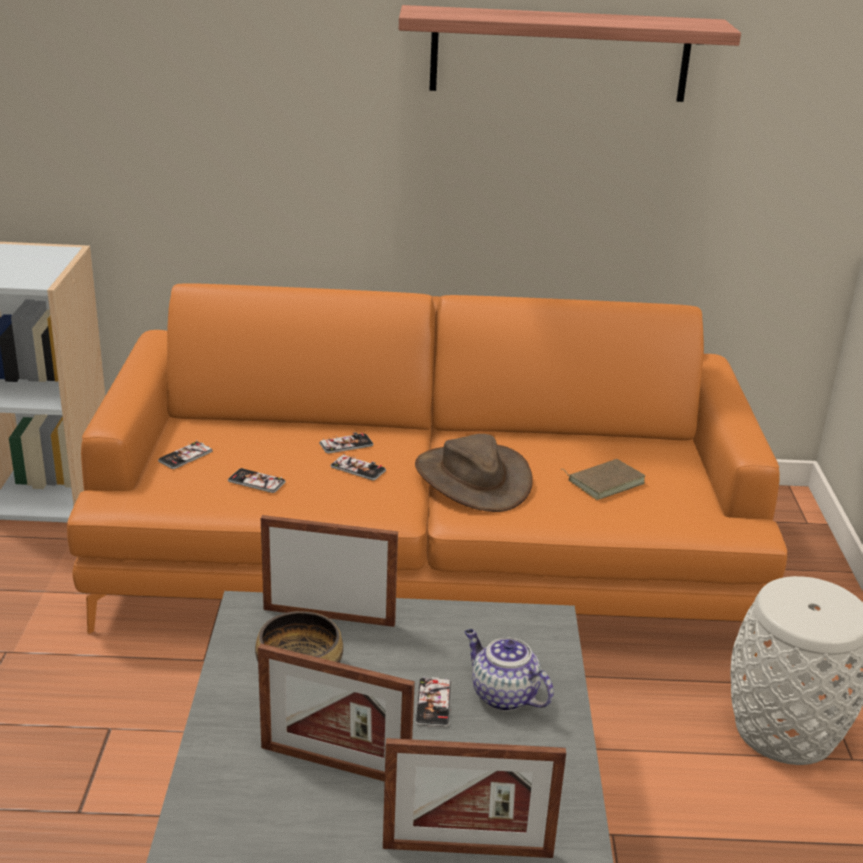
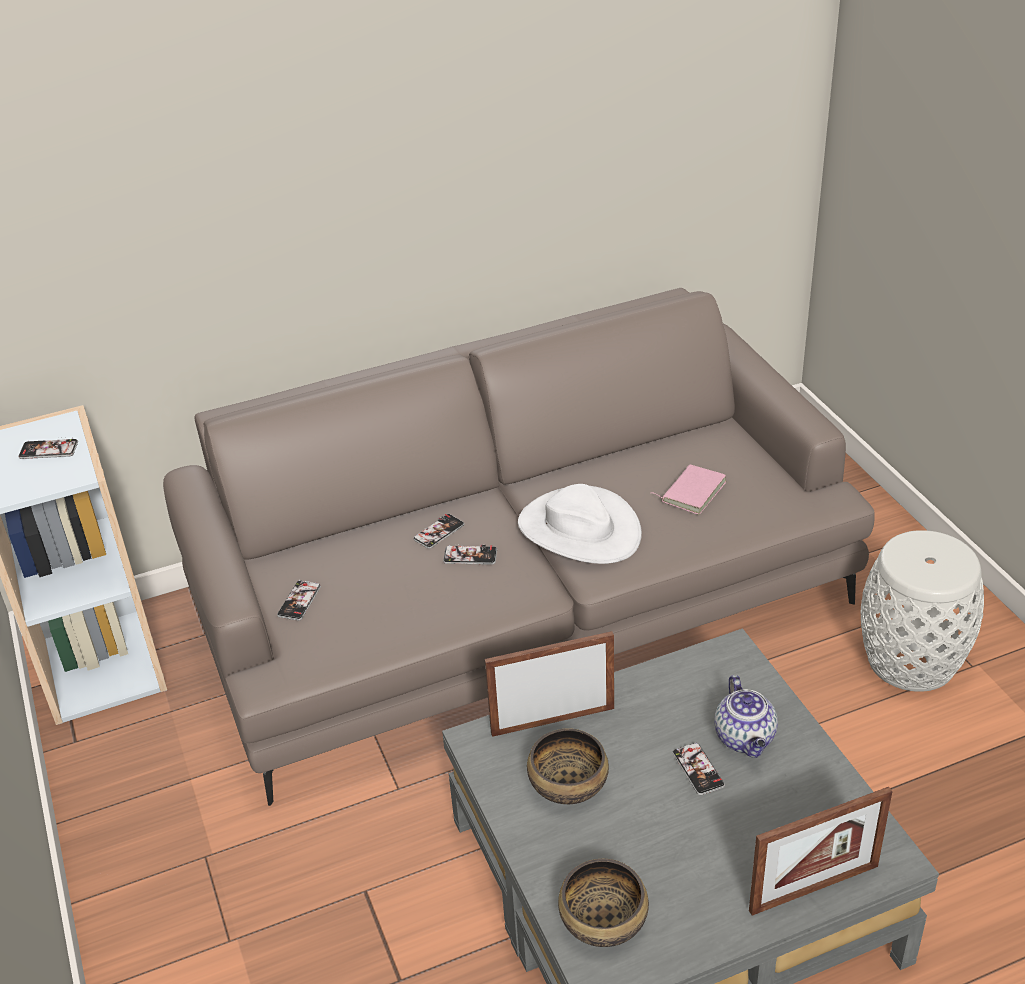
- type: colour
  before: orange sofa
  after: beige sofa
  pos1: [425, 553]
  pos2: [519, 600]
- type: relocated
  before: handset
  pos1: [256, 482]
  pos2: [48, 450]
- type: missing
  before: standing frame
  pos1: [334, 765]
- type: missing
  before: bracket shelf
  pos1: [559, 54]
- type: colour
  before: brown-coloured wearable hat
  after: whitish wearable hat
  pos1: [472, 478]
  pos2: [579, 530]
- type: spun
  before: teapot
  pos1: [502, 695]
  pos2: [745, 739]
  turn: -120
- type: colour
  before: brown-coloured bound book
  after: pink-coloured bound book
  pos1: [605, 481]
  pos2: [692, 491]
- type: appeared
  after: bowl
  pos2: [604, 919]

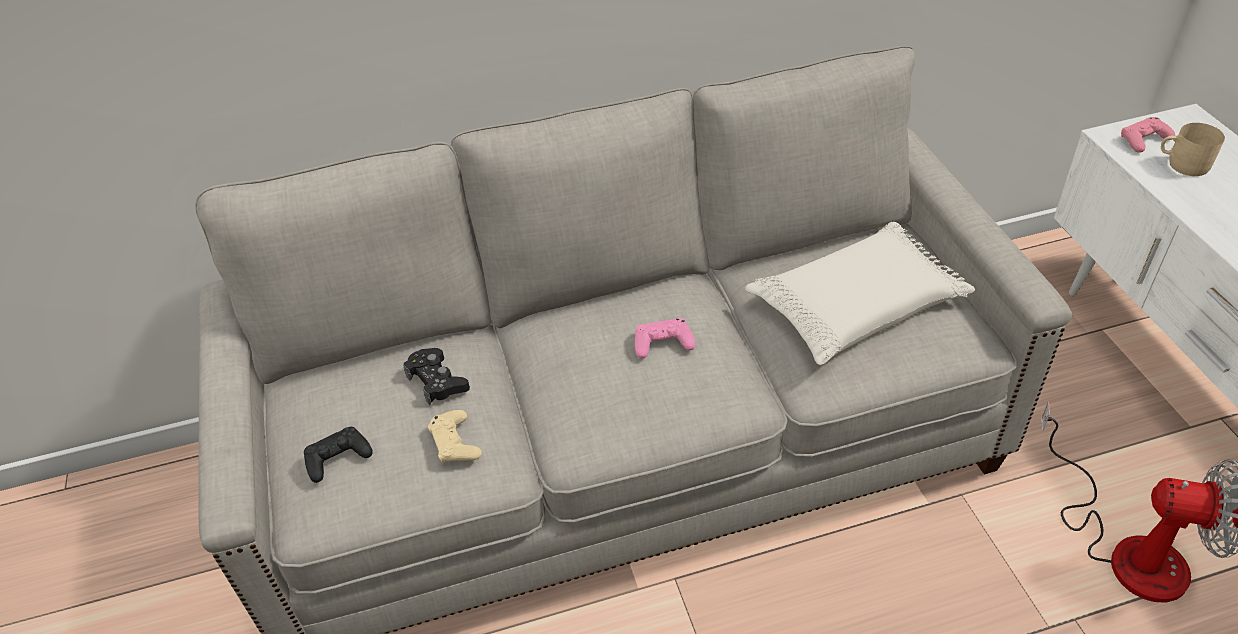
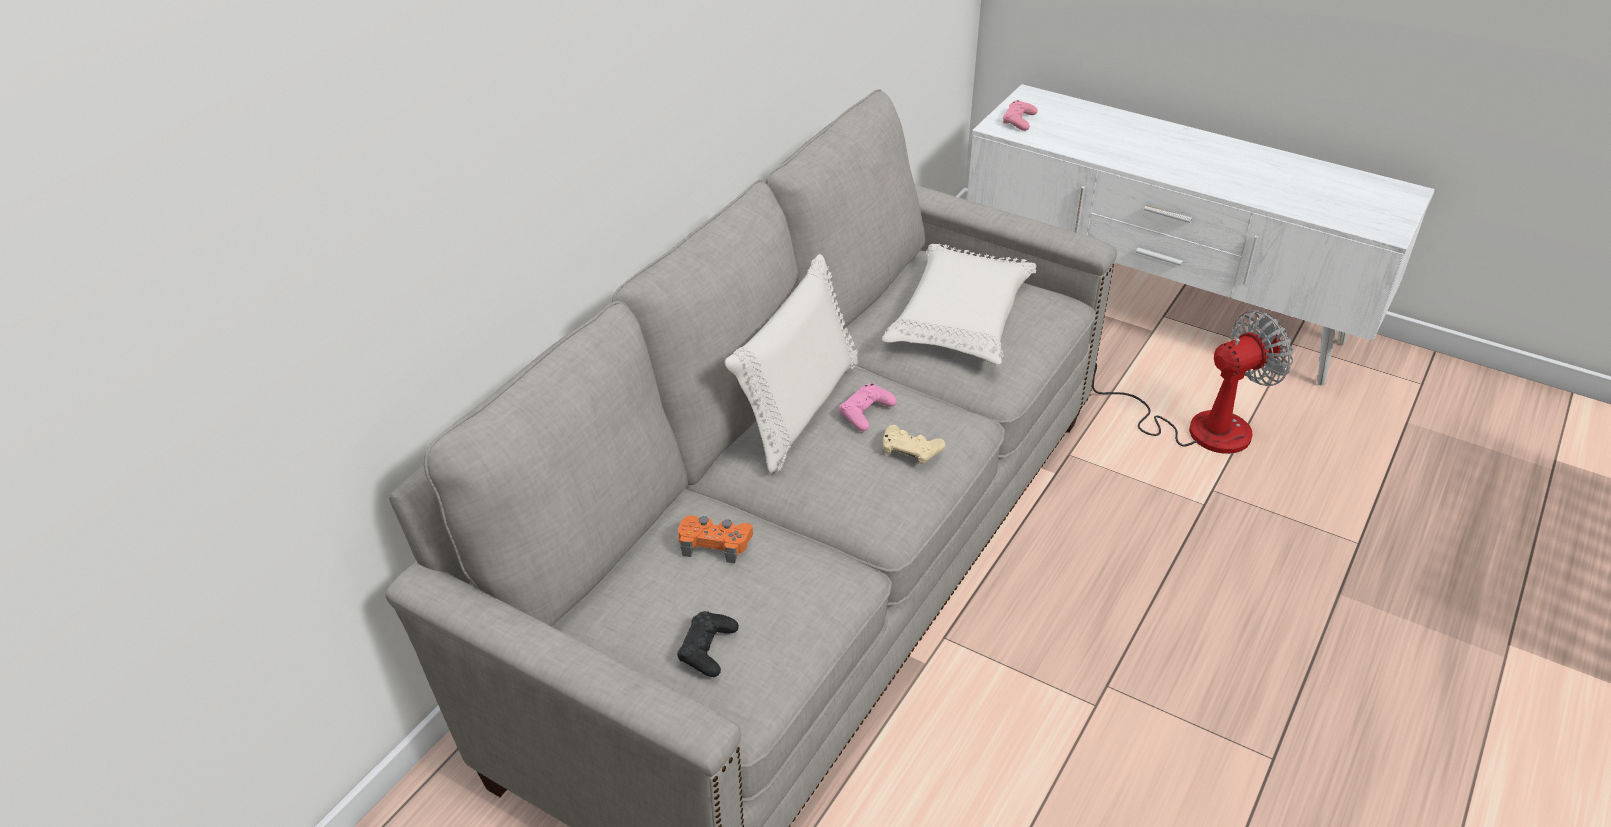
- type: colour
  before: blackish game controller
  after: orange game controller
  pos1: [437, 381]
  pos2: [715, 543]
- type: relocated
  before: beige game controller
  pos1: [455, 443]
  pos2: [911, 450]
- type: missing
  before: beige coffee mug
  pos1: [1182, 164]
- type: appeared
  after: whitish pillow
  pos2: [797, 409]

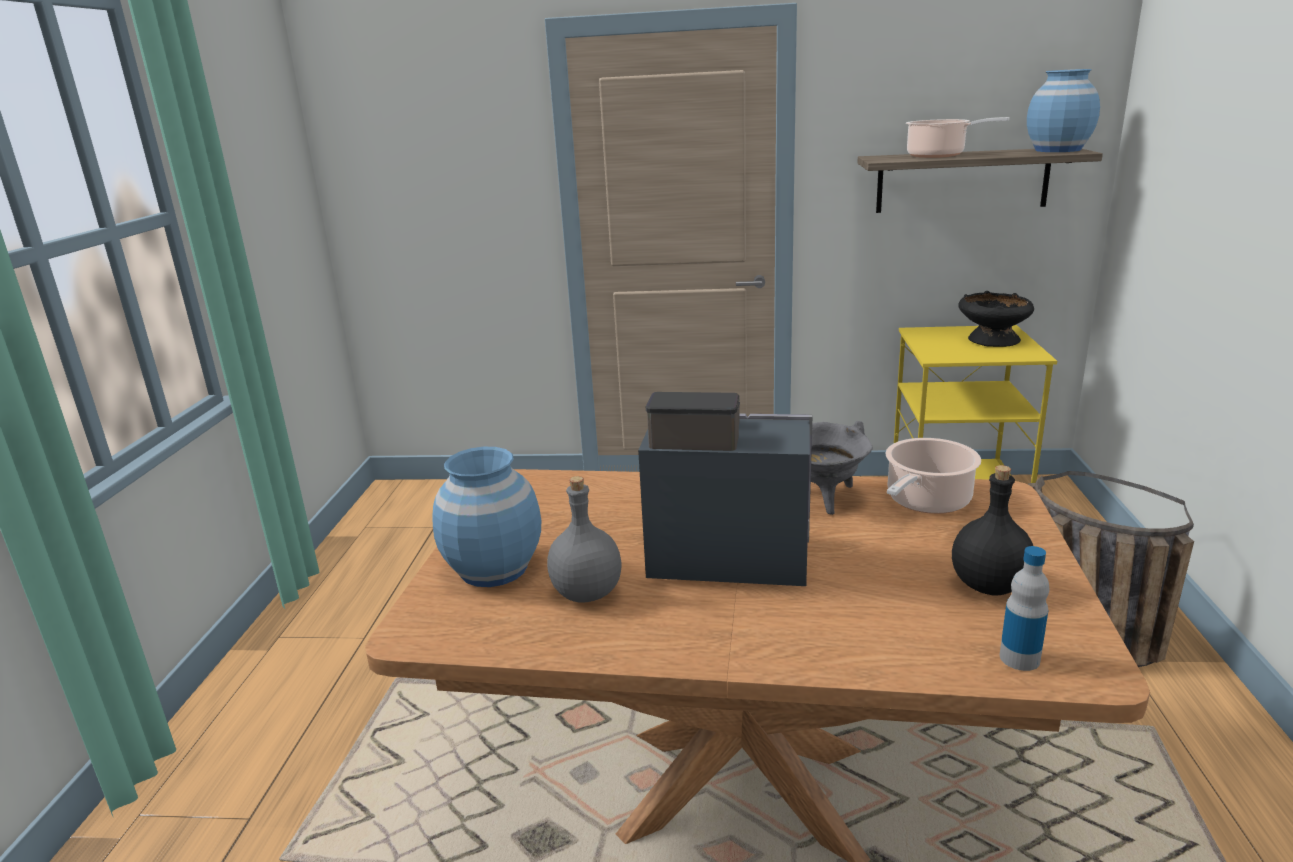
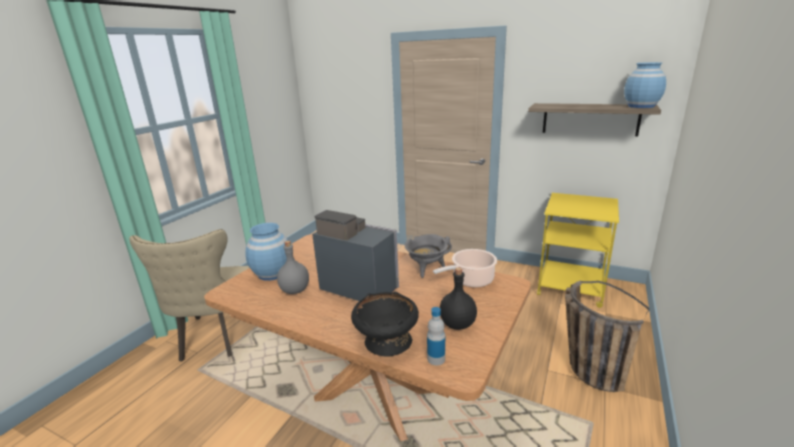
- type: missing
  before: saucepot
  pos1: [939, 156]
- type: relocated
  before: blackish bowl
  pos1: [992, 340]
  pos2: [386, 341]
- type: appeared
  after: beige chair
  pos2: [216, 337]

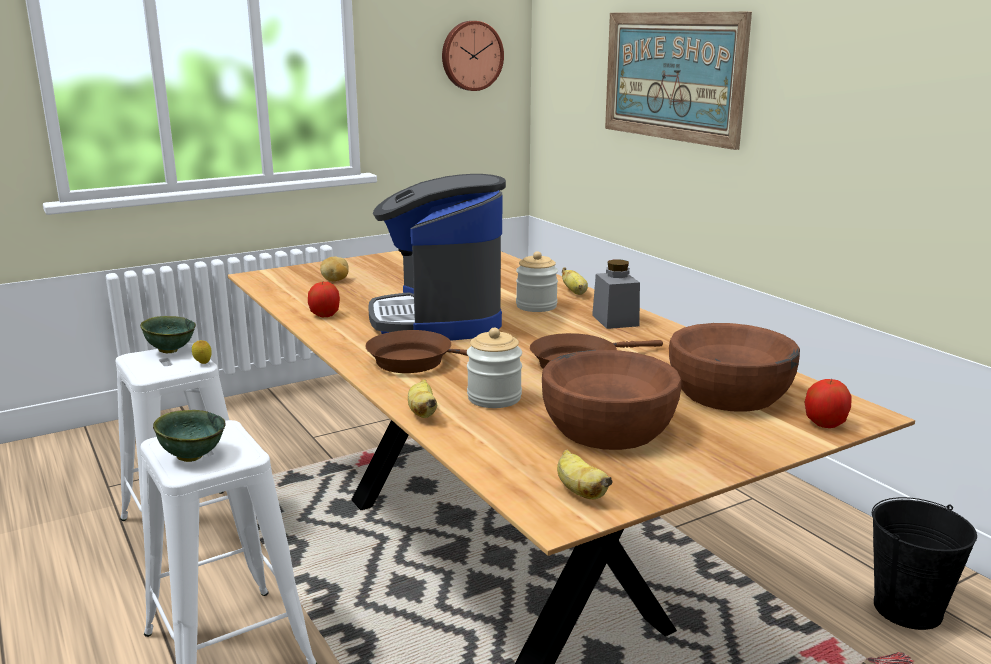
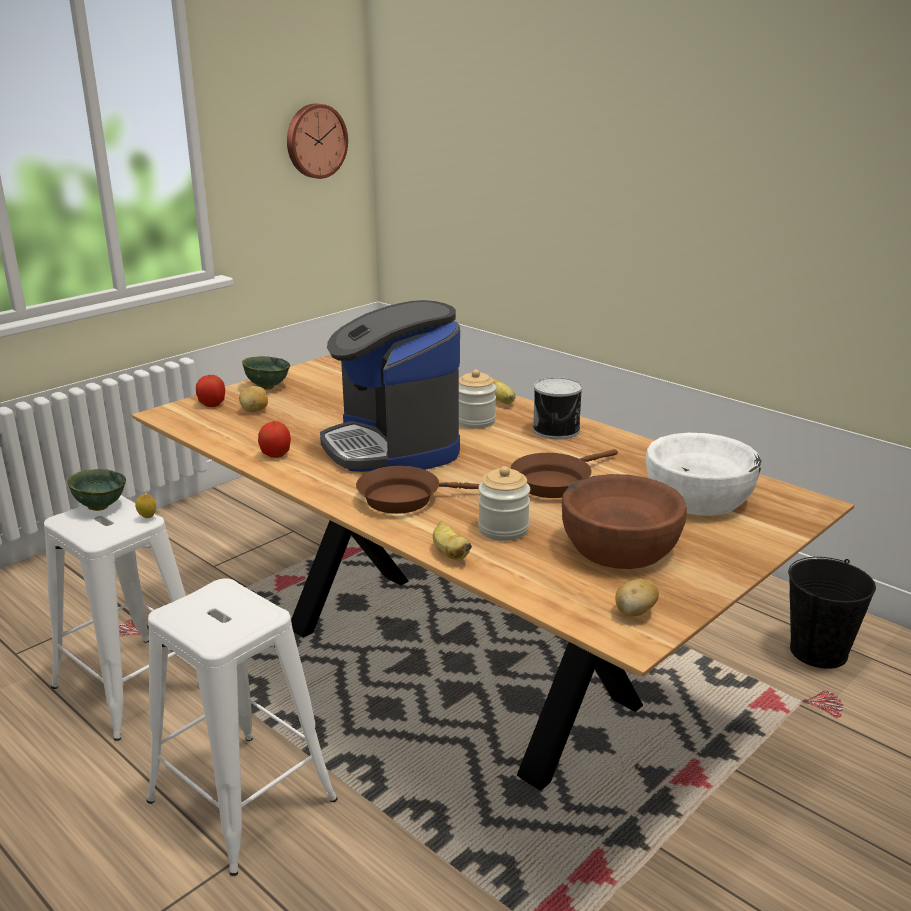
- type: relocated
  before: green-coloured bowl
  pos1: [192, 456]
  pos2: [267, 387]
- type: exchanged
  before: banana
  after: potato
  pos1: [579, 491]
  pos2: [635, 613]
- type: exchanged
  before: grey jar
  after: can
  pos1: [615, 320]
  pos2: [557, 430]
- type: missing
  before: wall art
  pos1: [672, 76]
- type: colour
  before: brown-coloured bowl
  after: whitish bowl
  pos1: [729, 393]
  pos2: [699, 497]
- type: relocated
  before: whole apple
  pos1: [825, 424]
  pos2: [212, 404]

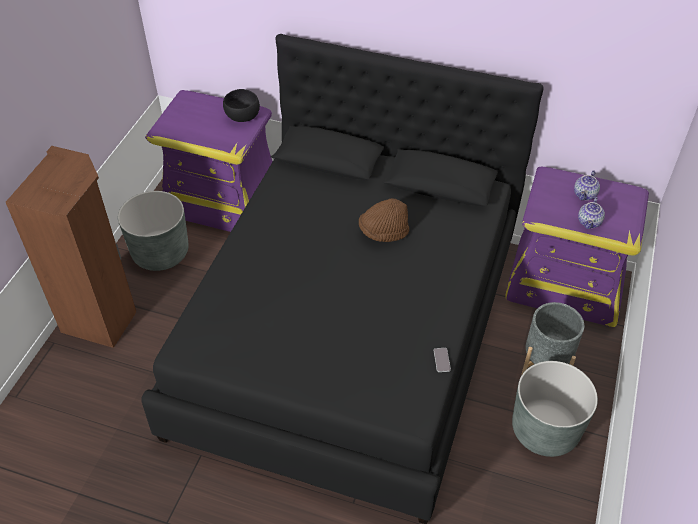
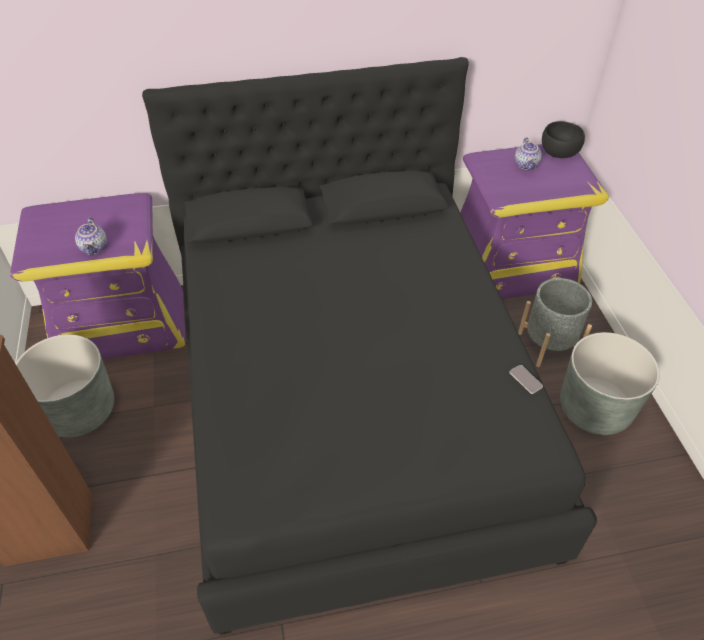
- type: relocated
  before: blackish bowl
  pos1: [243, 116]
  pos2: [559, 152]
- type: missing
  before: brown-coloured wearable hat
  pos1: [383, 232]
- type: relocated
  before: teapot
  pos1: [589, 222]
  pos2: [95, 248]

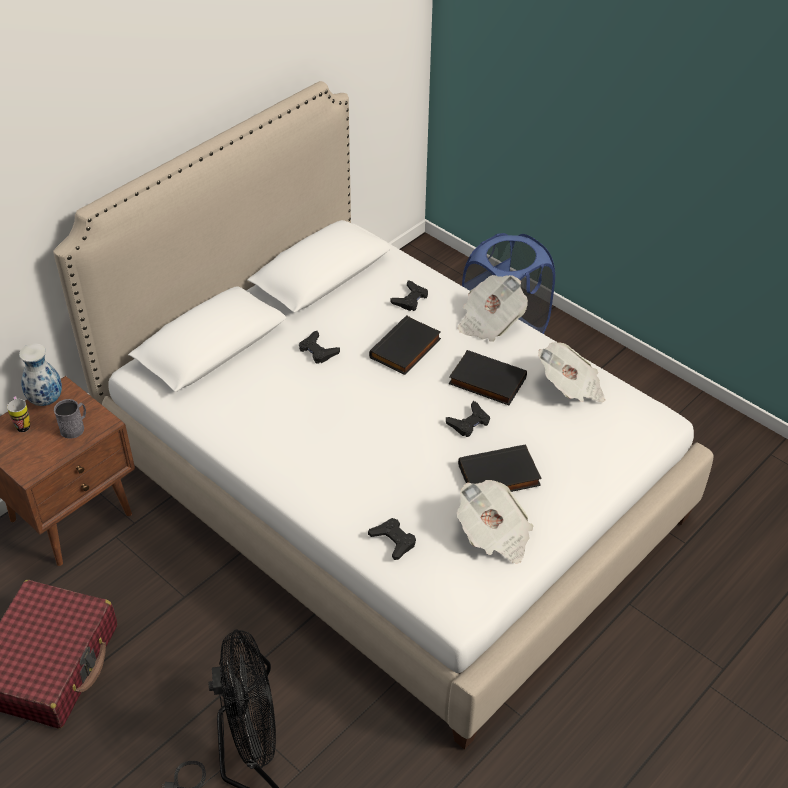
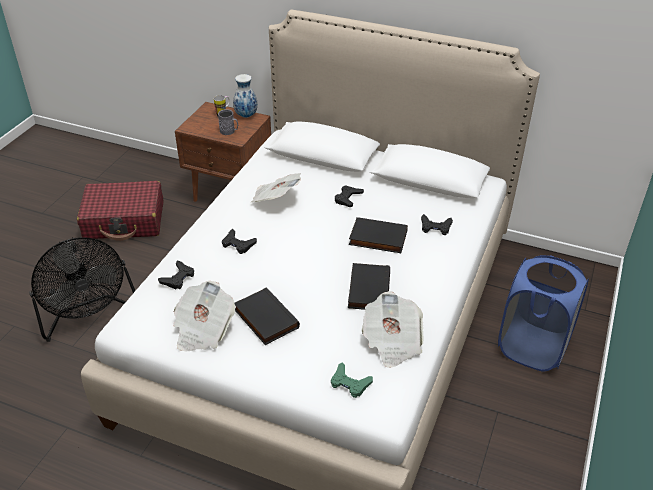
- type: relocated
  before: blackish game controller
  pos1: [469, 423]
  pos2: [238, 244]
- type: relocated
  before: newspaper
  pos1: [489, 322]
  pos2: [276, 199]
- type: appeared
  after: green-coloured game controller
  pos2: [350, 383]

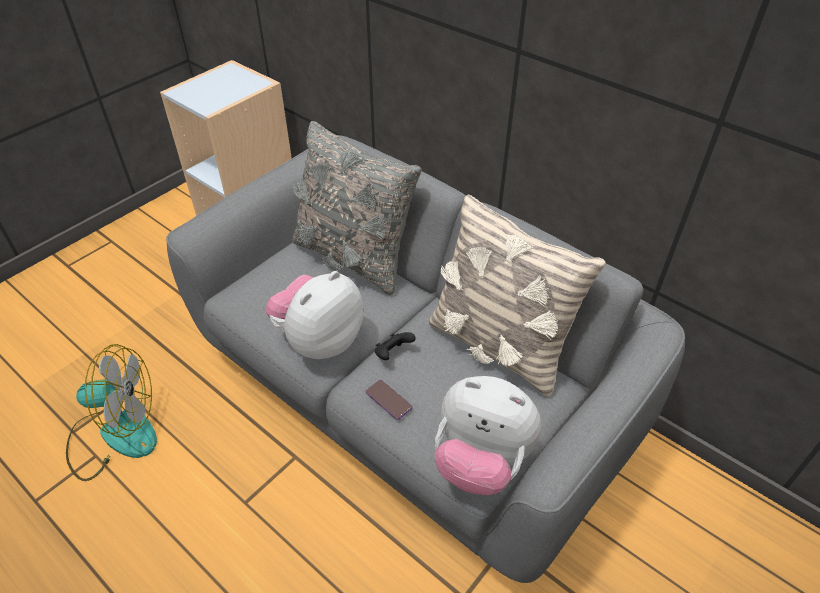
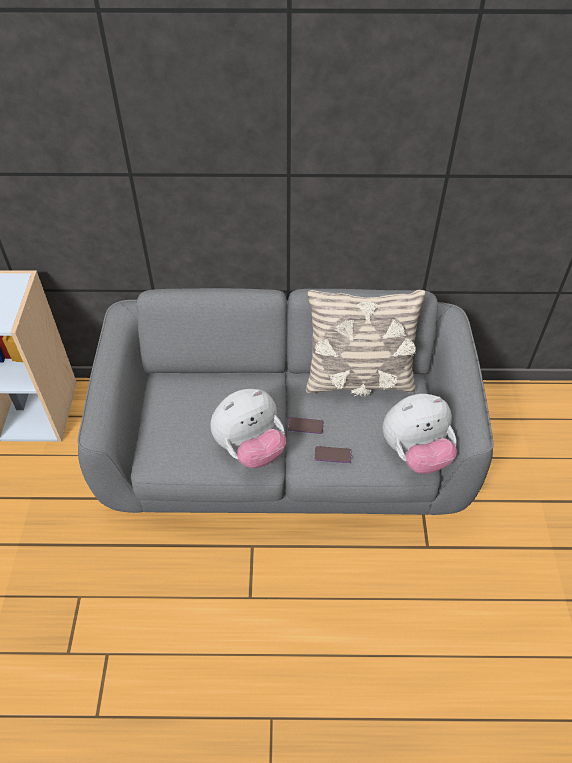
- type: missing
  before: electric fan
  pos1: [115, 434]
- type: spun
  before: plush toy
  pos1: [319, 340]
  pos2: [250, 448]
  turn: -120
- type: missing
  before: grey pillow
  pos1: [352, 258]
- type: exchanged
  before: blackish game controller
  after: handset
  pos1: [393, 354]
  pos2: [305, 426]

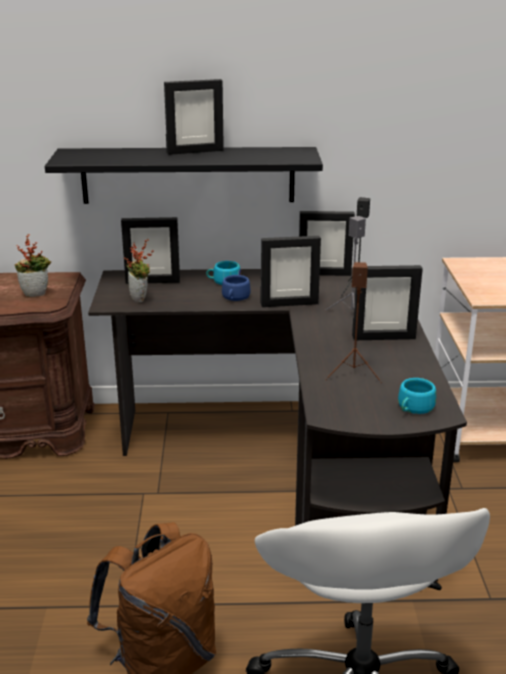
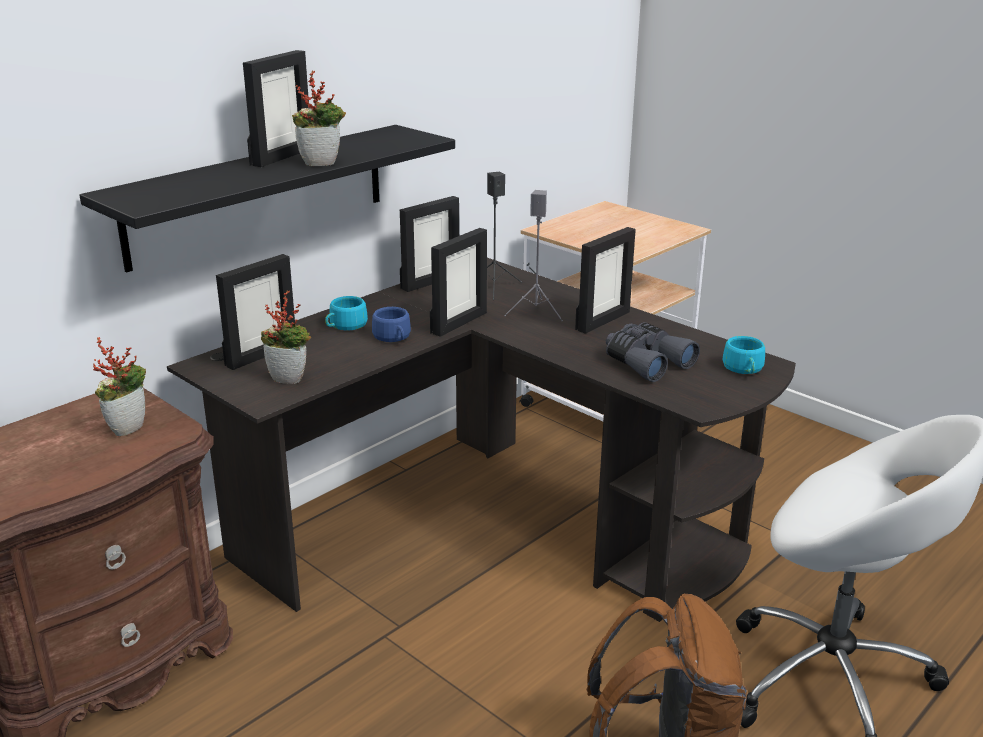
- type: exchanged
  before: brown-coloured audio speaker
  after: grey field glasses
  pos1: [354, 373]
  pos2: [645, 362]
- type: appeared
  after: houseplant
  pos2: [322, 163]

